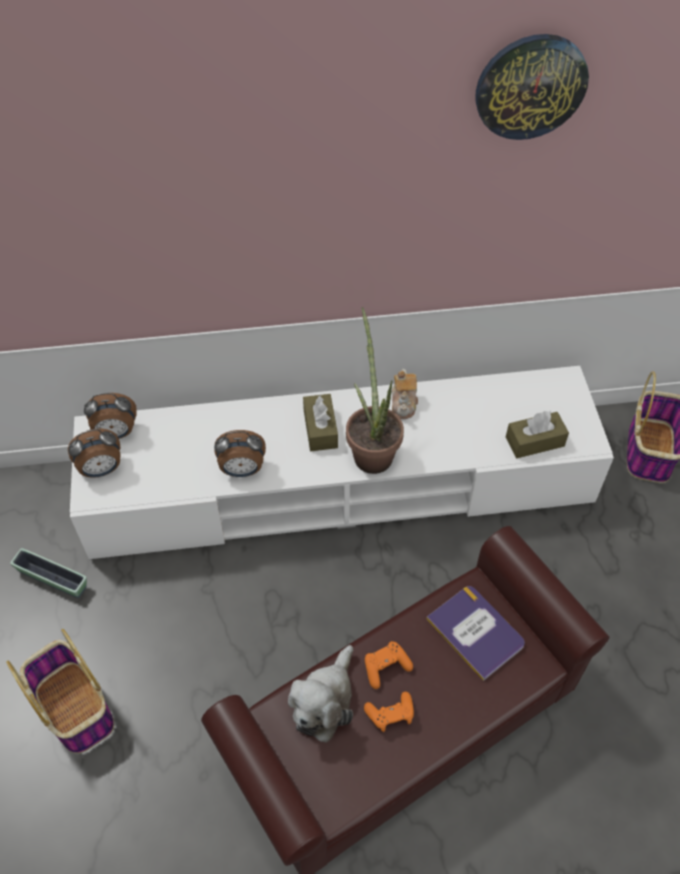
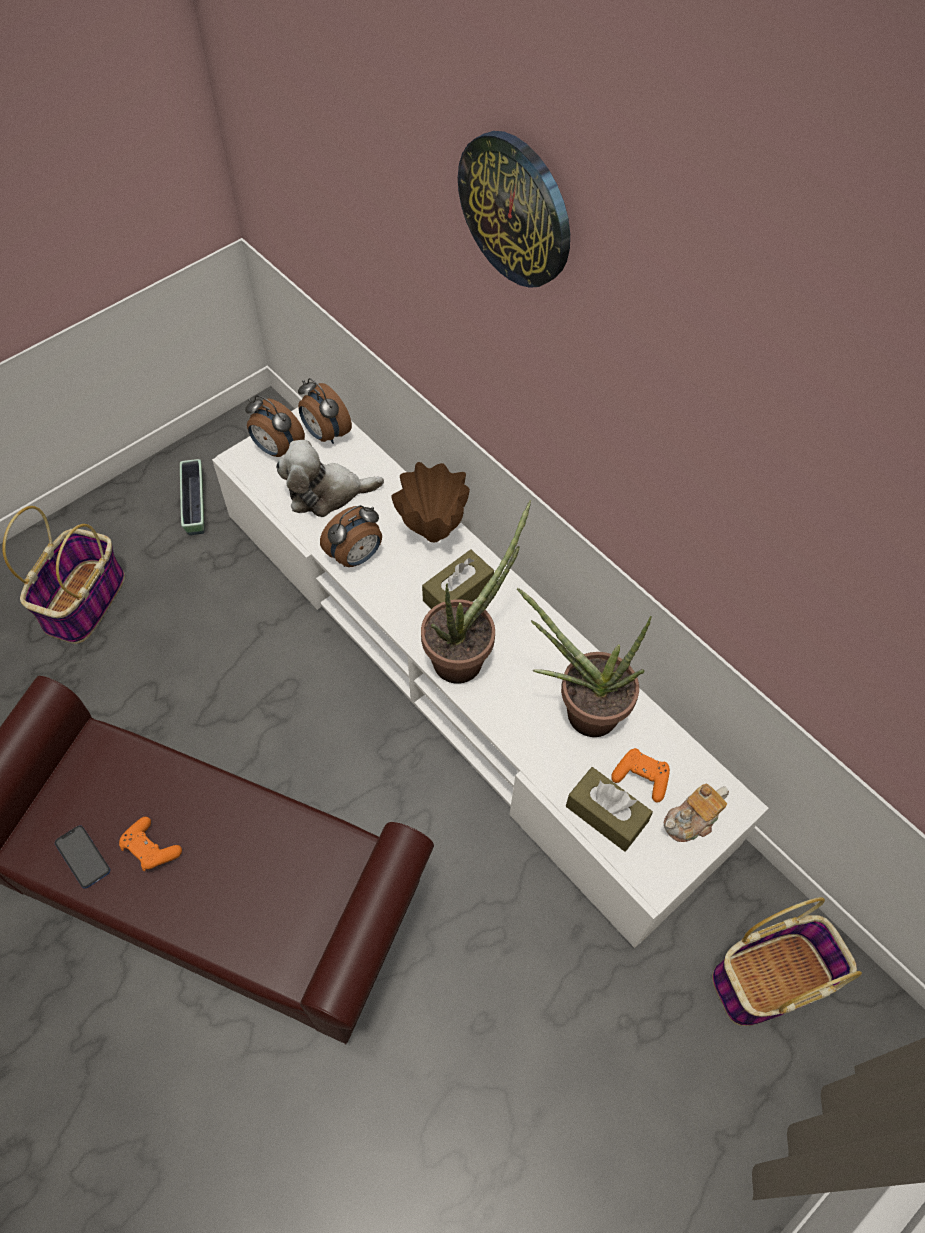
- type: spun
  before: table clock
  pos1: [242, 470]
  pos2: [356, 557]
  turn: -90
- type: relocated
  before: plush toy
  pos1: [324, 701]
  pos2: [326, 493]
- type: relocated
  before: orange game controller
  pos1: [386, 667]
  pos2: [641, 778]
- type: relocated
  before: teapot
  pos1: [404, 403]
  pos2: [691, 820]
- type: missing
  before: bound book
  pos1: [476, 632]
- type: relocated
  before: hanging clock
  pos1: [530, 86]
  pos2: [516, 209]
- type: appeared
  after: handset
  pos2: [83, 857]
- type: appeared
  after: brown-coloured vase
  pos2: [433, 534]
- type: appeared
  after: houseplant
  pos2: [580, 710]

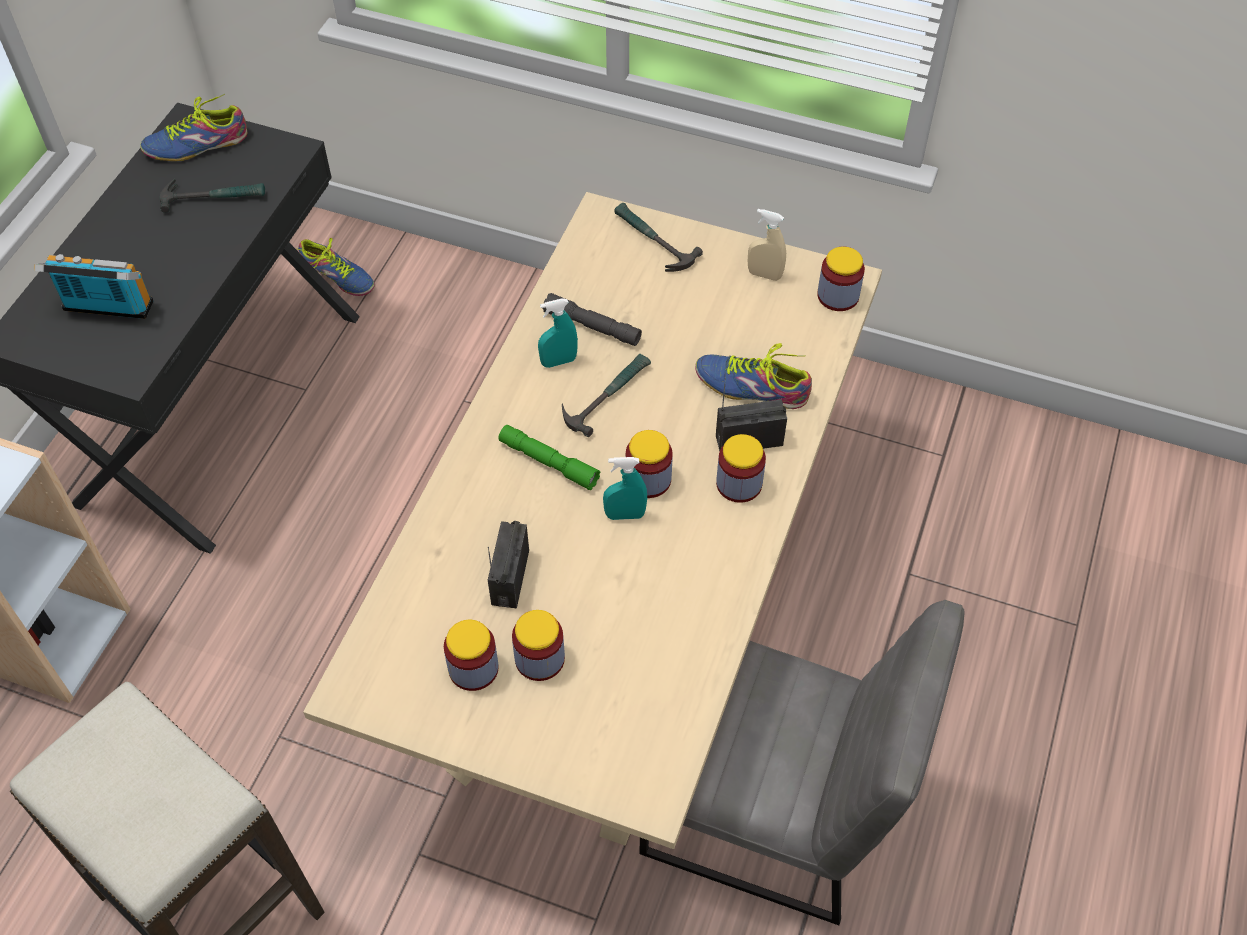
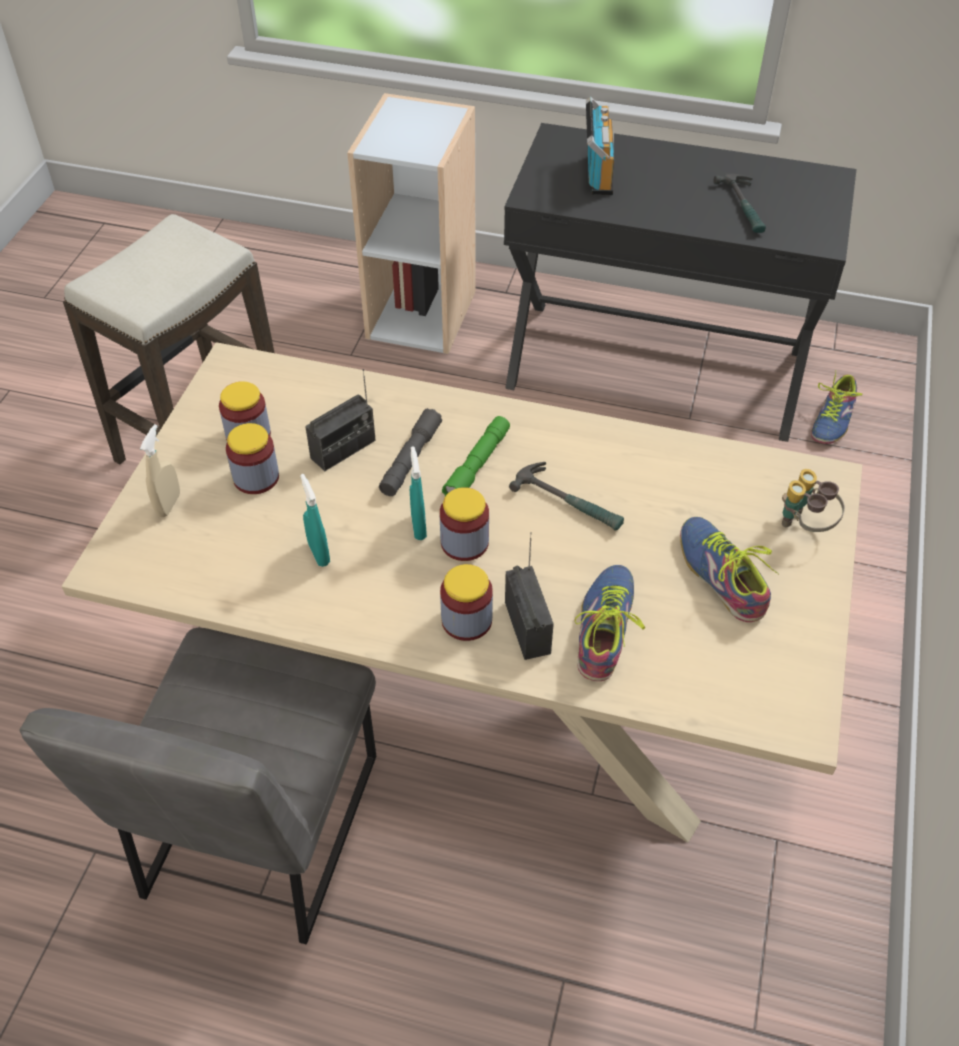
- type: relocated
  before: low shoe
  pos1: [197, 145]
  pos2: [721, 575]
- type: spun
  before: radio receiver
  pos1: [510, 577]
  pos2: [343, 449]
  turn: 135
- type: relocated
  before: blue-green spray bottle
  pos1: [558, 361]
  pos2: [319, 553]
- type: relocated
  before: grey hand torch
  pos1: [592, 326]
  pos2: [410, 459]
- type: exchanged
  before: hammer
  after: field glasses
  pos1: [652, 241]
  pos2: [804, 526]
- type: relocated
  before: beige spray bottle
  pos1: [764, 275]
  pos2: [168, 504]
- type: missing
  before: jar
  pos1: [838, 296]

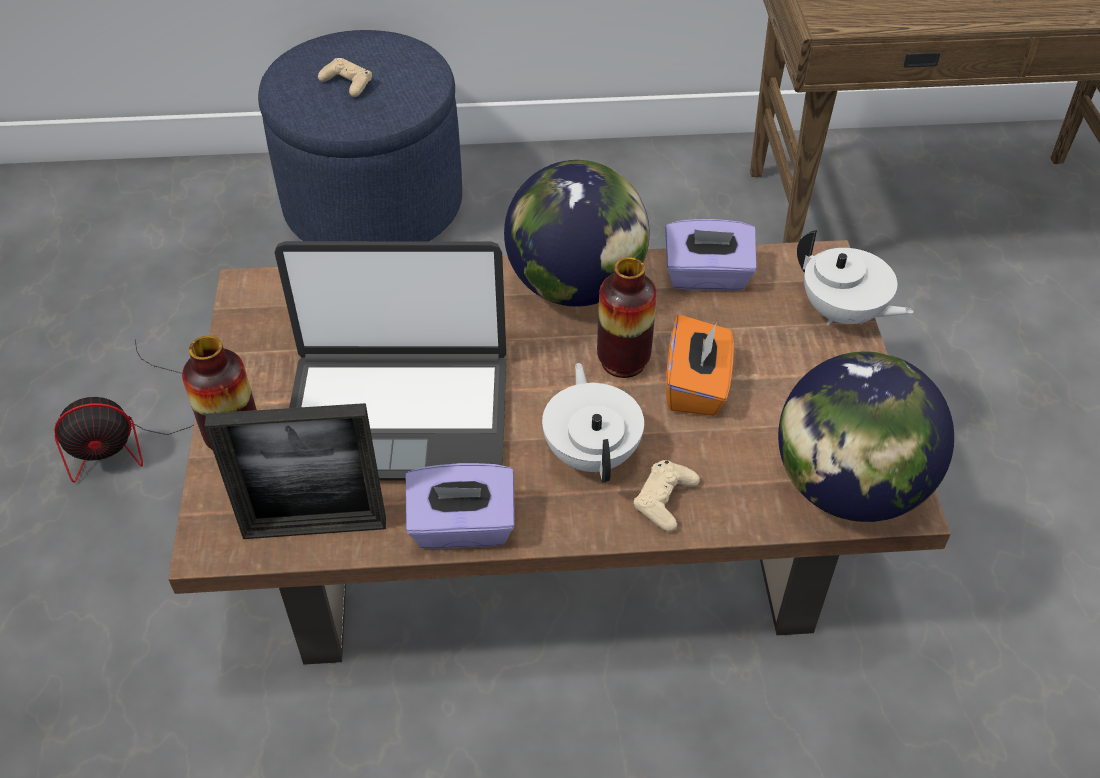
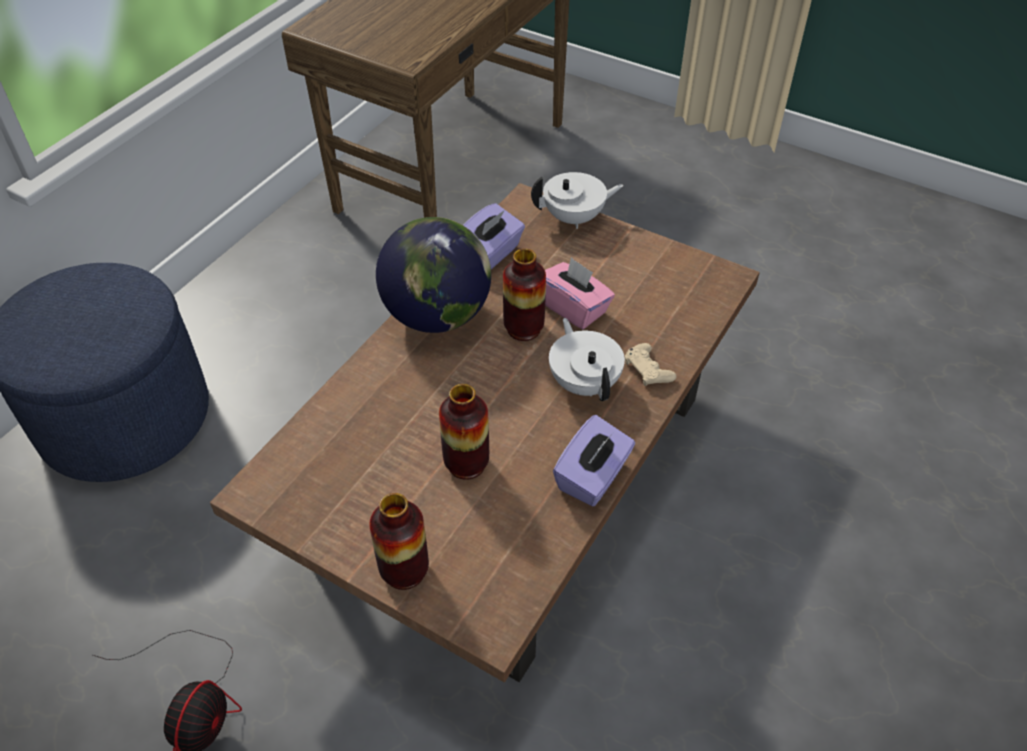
- type: missing
  before: standing frame
  pos1: [315, 528]
- type: exchanged
  before: portable computer
  after: vase
  pos1: [397, 415]
  pos2: [466, 464]
- type: missing
  before: beige game controller
  pos1: [347, 83]
- type: spun
  before: whitish teapot
  pos1: [592, 452]
  pos2: [584, 382]
  turn: 45
- type: colour
  before: orange box of tissues
  after: pink-coloured box of tissues
  pos1: [696, 386]
  pos2: [574, 308]
- type: missing
  before: desk globe
  pos1: [847, 487]

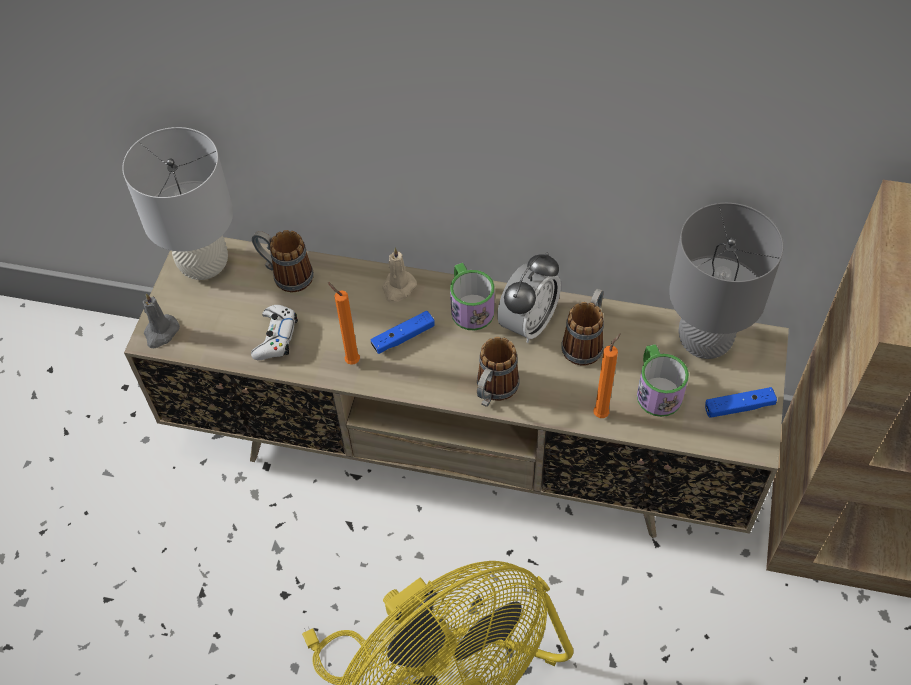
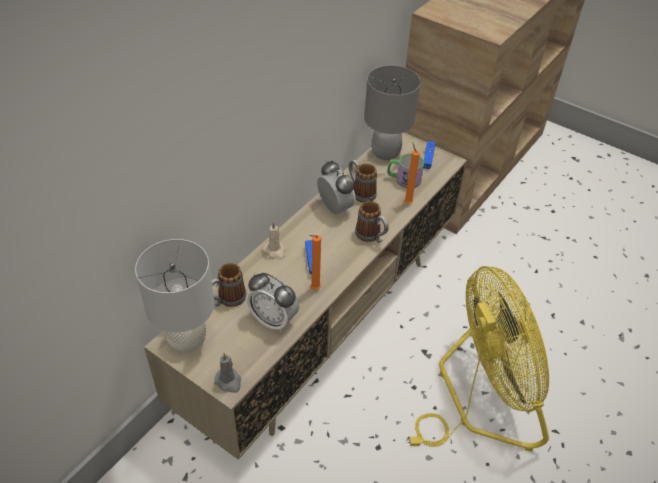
- type: exchanged
  before: whitish game controller
  after: table clock
  pos1: [276, 337]
  pos2: [273, 320]
- type: missing
  before: coffee mug
  pos1: [469, 306]

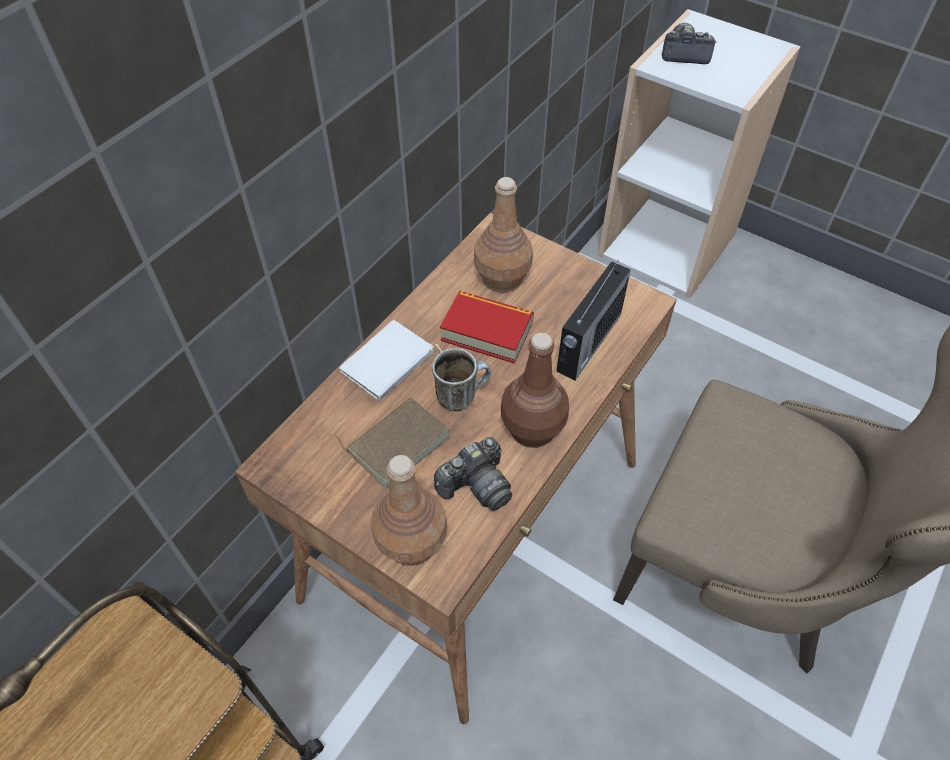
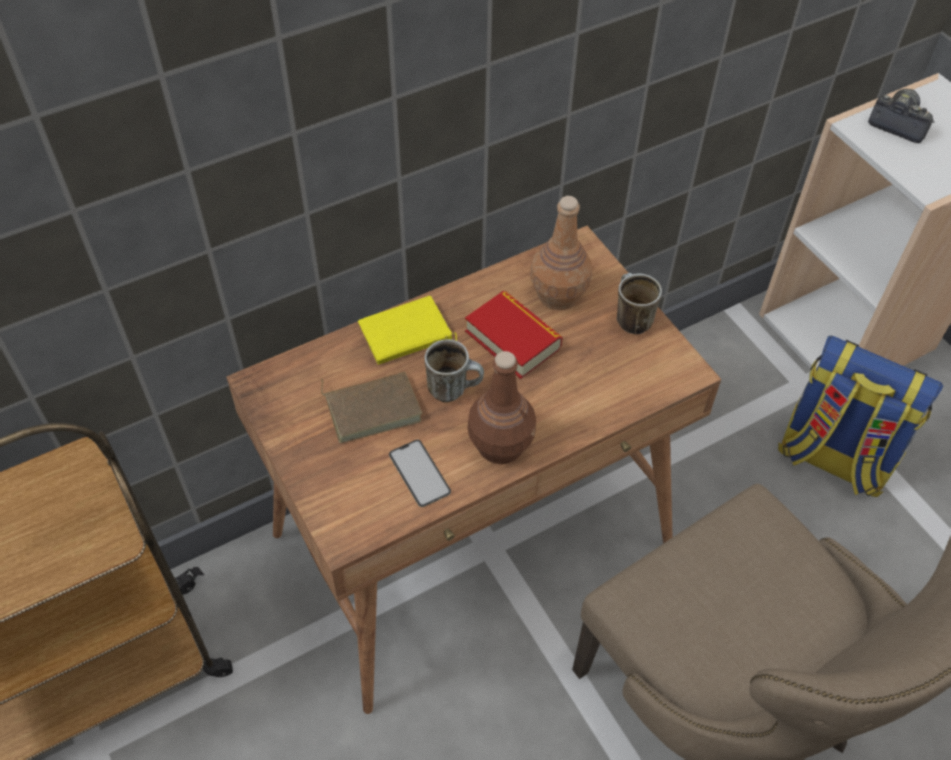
- type: colour
  before: whitish bound book
  after: yellowish bound book
  pos1: [390, 365]
  pos2: [406, 336]
- type: missing
  before: brown-coloured beverage bottle
  pos1: [411, 542]
- type: exchanged
  before: photo camera
  after: handset
  pos1: [476, 485]
  pos2: [419, 473]
- type: missing
  before: radio receiver
  pos1: [588, 343]
- type: appeared
  after: coffee mug
  pos2: [629, 318]
- type: appeared
  after: backpack
  pos2: [833, 458]

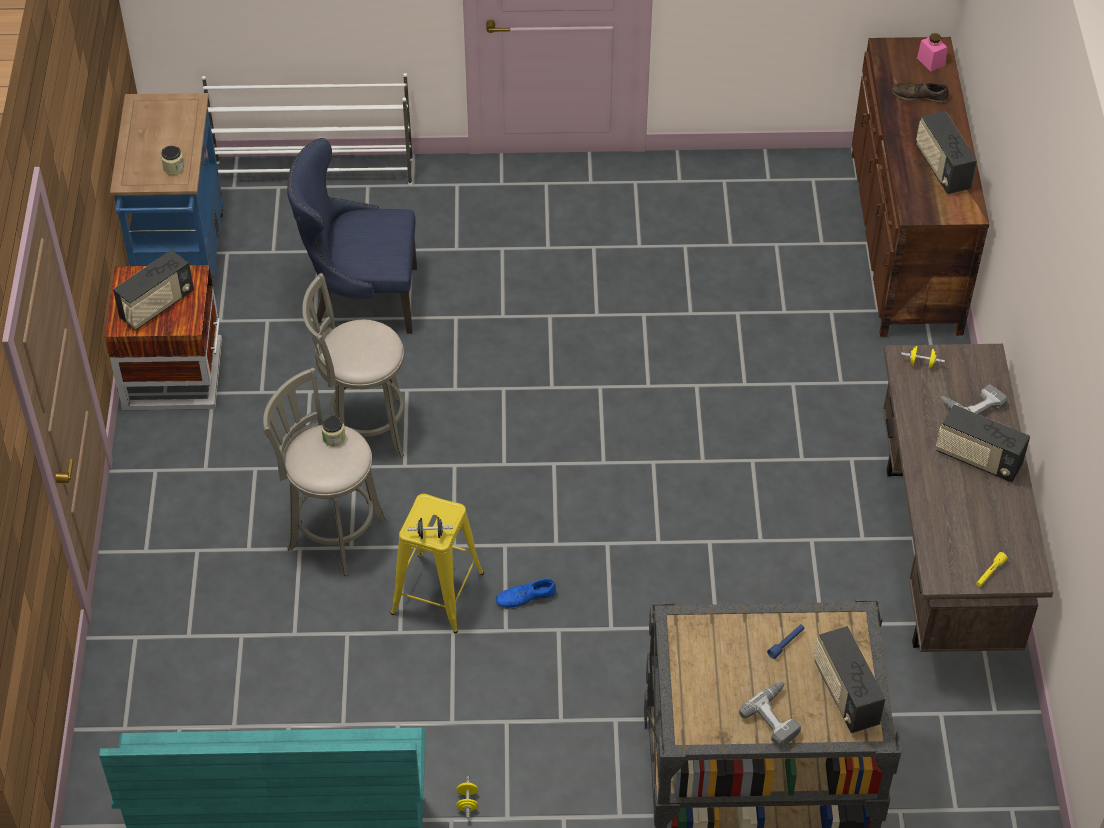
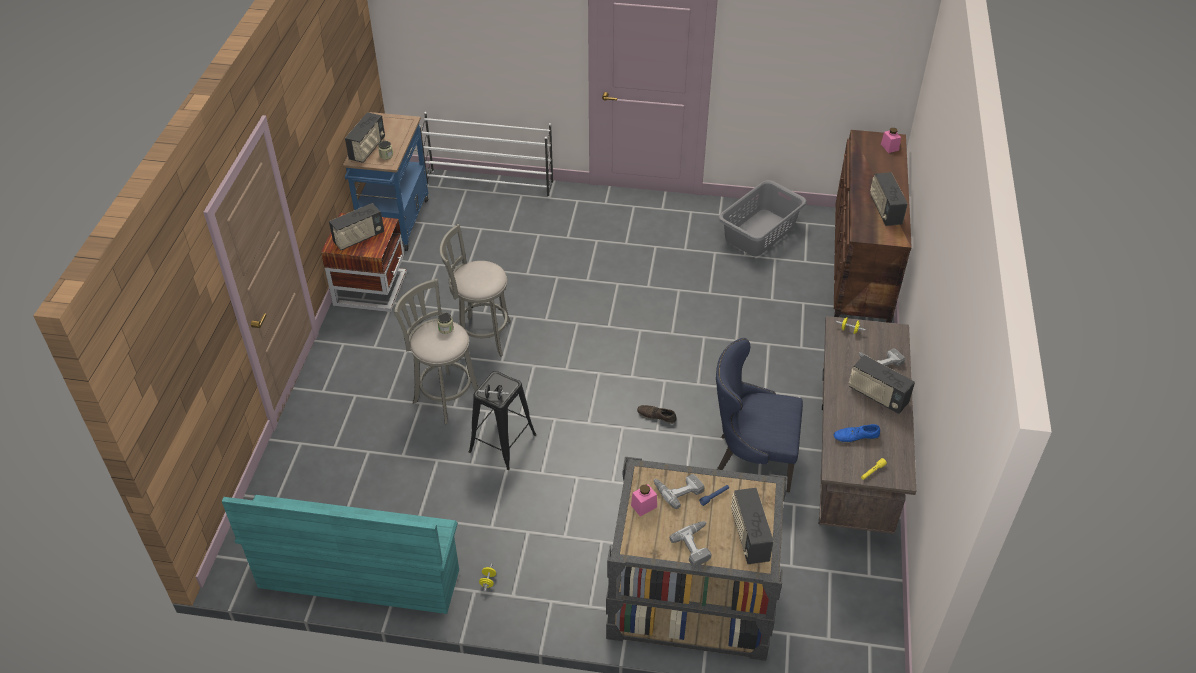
- type: relocated
  before: blue chair
  pos1: [361, 299]
  pos2: [751, 459]
- type: colour
  before: yellowish stool seat
  after: blackish stool seat
  pos1: [437, 593]
  pos2: [502, 443]
- type: relocated
  before: blue low shoe
  pos1: [525, 597]
  pos2: [855, 437]
- type: relocated
  before: brown-coloured low shoe
  pos1: [919, 95]
  pos2: [656, 416]
- type: appeared
  after: radio receiver
  pos2: [367, 149]
- type: appeared
  after: pink-coloured jar
  pos2: [644, 506]
- type: appeared
  after: drill
  pos2: [678, 489]
- type: appeared
  after: grey washing basket
  pos2: [760, 233]

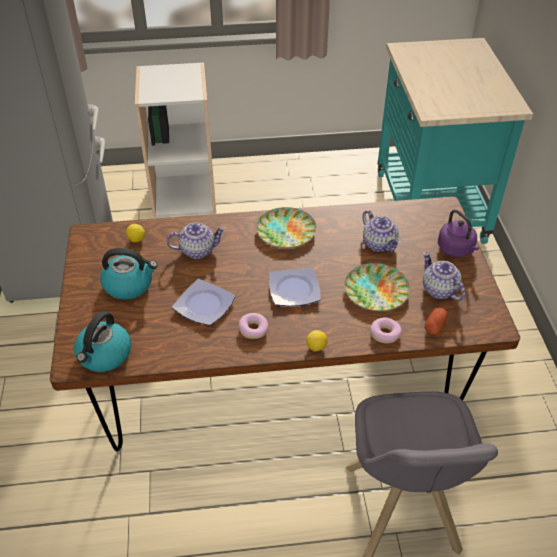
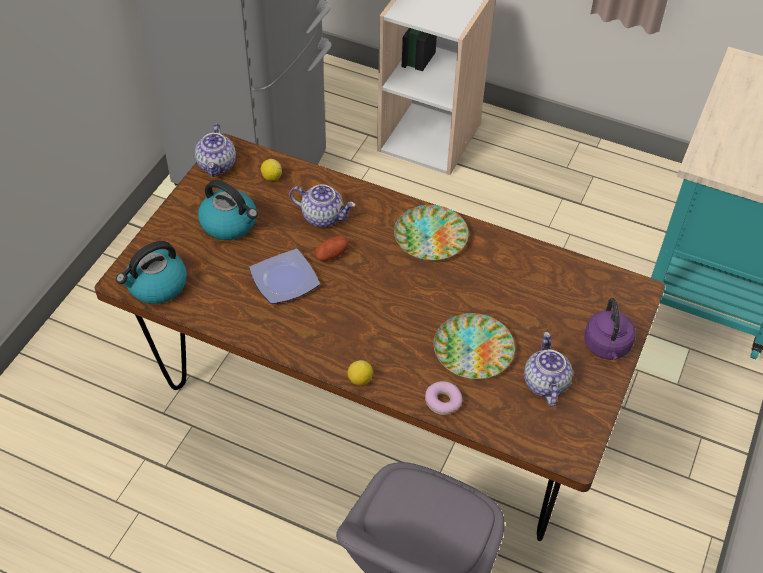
- type: missing
  before: ring doughnut
  pos1: [253, 329]
- type: missing
  before: dinner plate
  pos1: [293, 290]
- type: relocated
  before: teapot
  pos1: [380, 244]
  pos2: [217, 165]
- type: relocated
  before: potato
  pos1: [434, 327]
  pos2: [331, 254]

